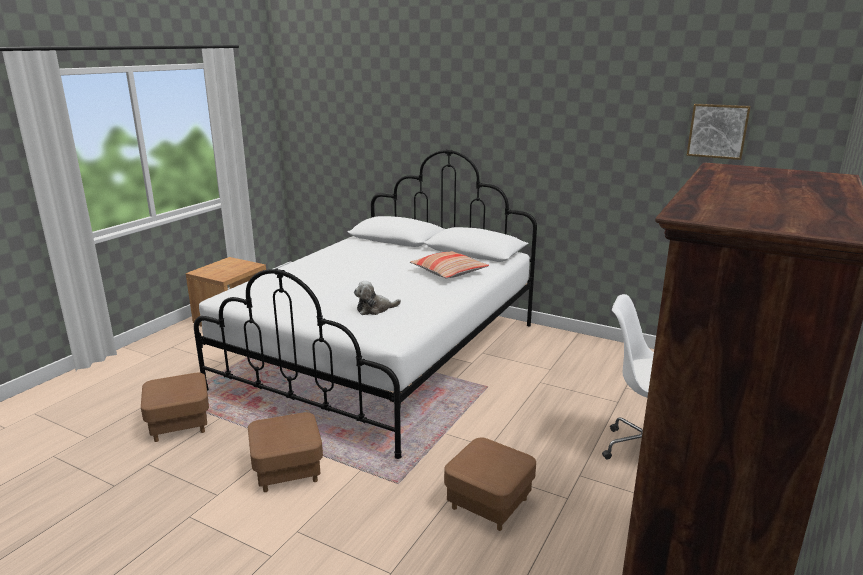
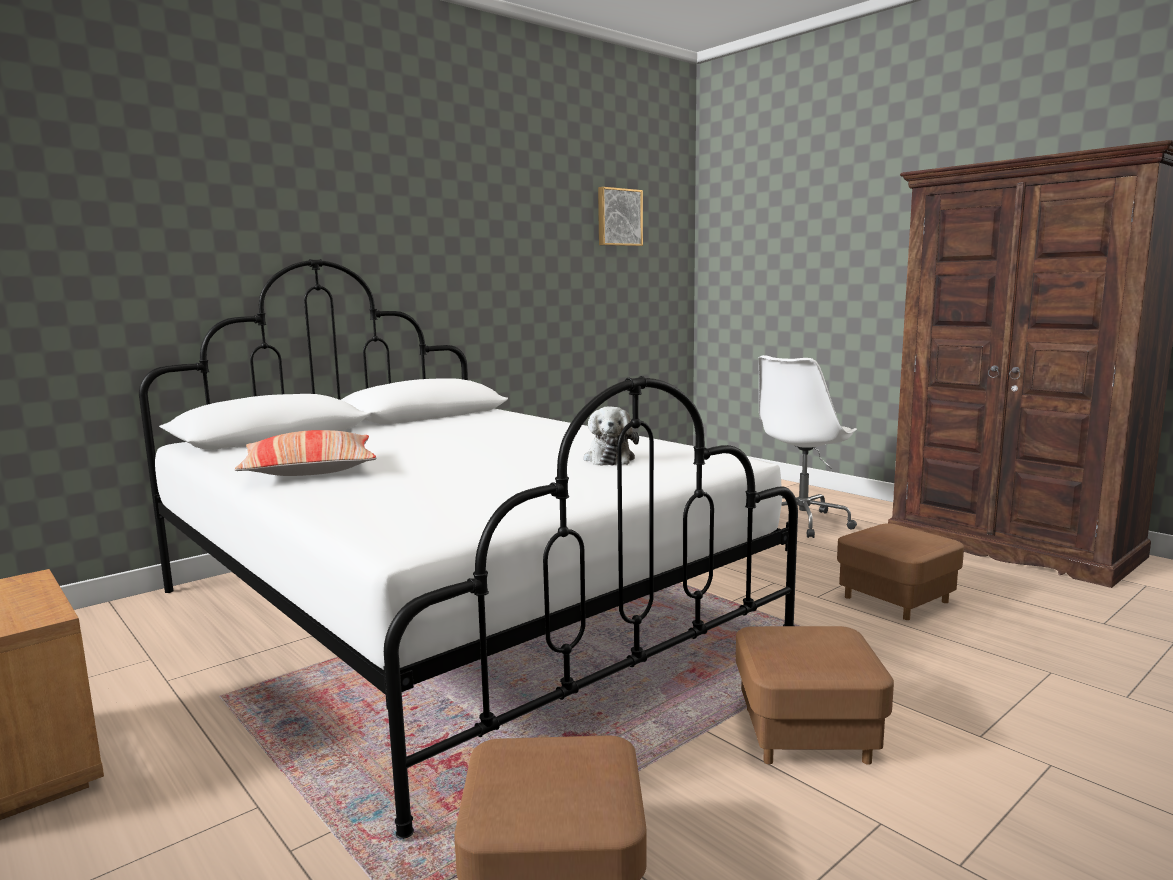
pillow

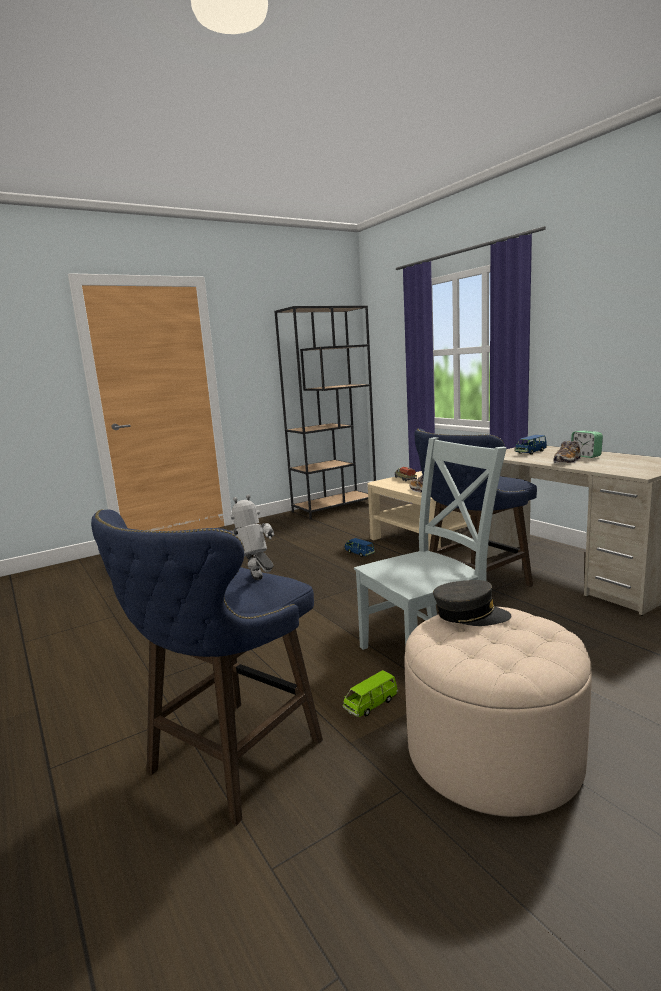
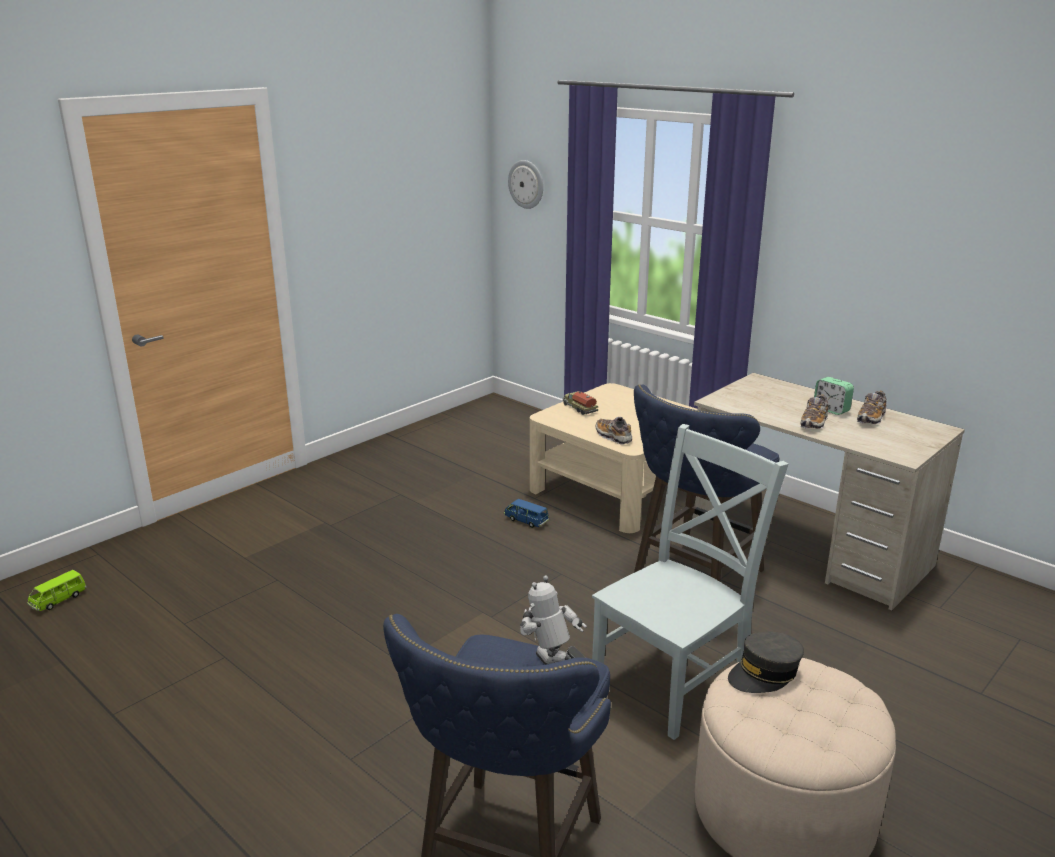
bookshelf
miniature car (bluish) (no. 2 from left in the first image)
hanging clock
low shoe (no. 3 from left)
miniature car (green)
cap (gray)

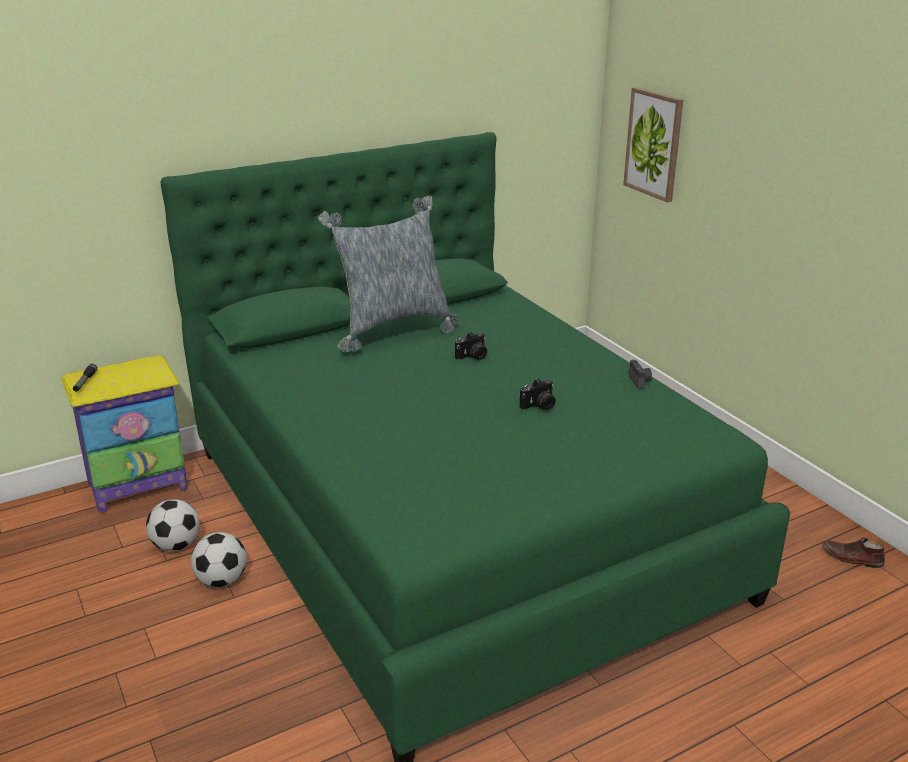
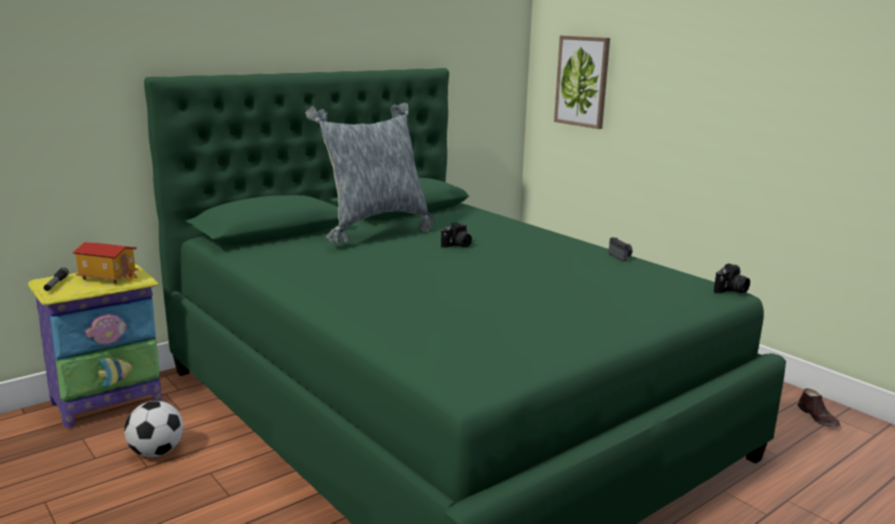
ball for football (no. 2 from left in the first image)
miniature house
photo camera (no. 3 from left)
low shoe (brown)

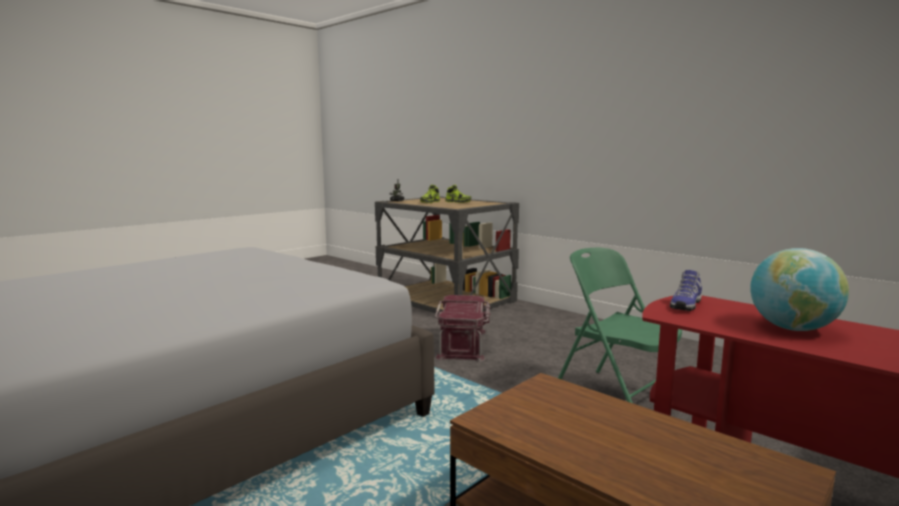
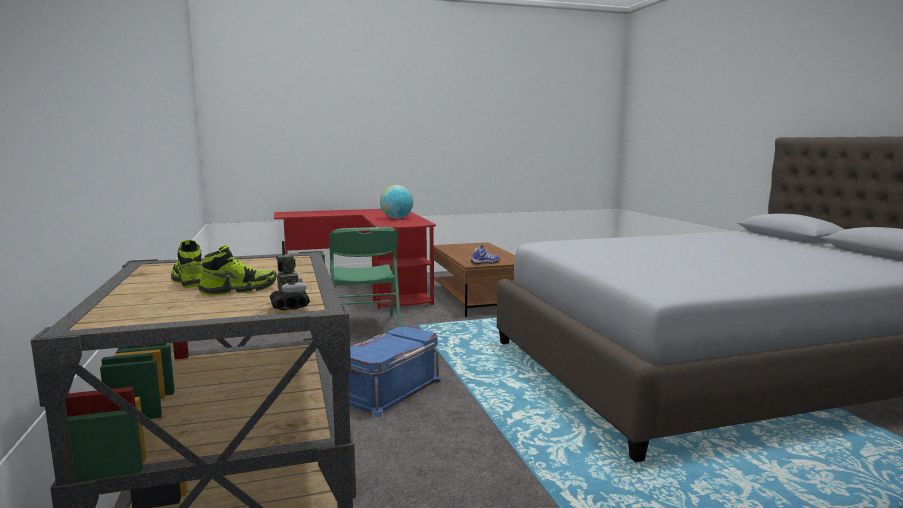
low shoe (no. 3 from left)
storage container (bluish)

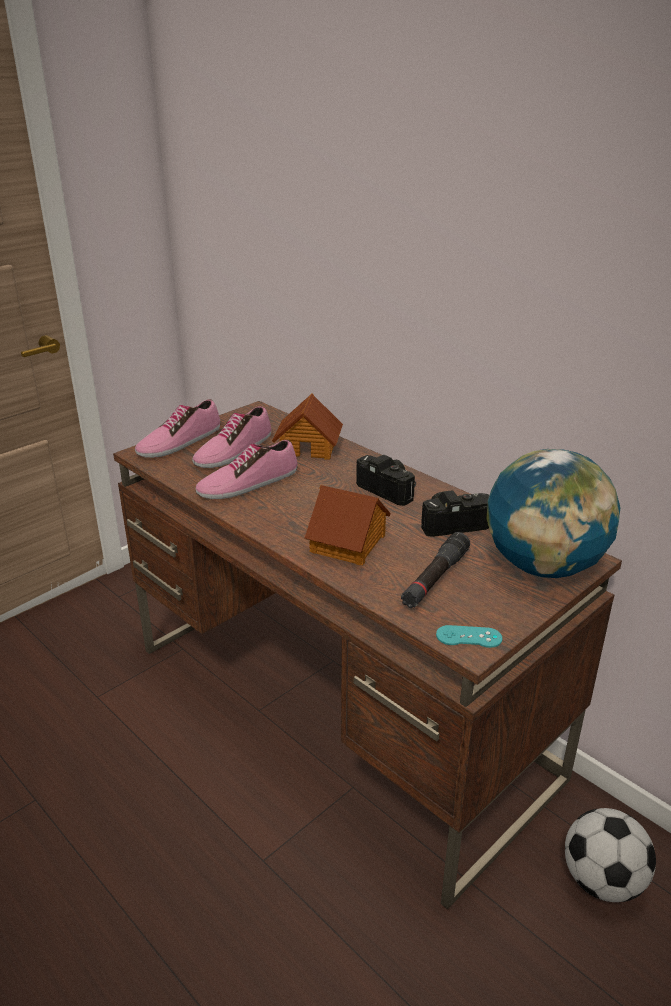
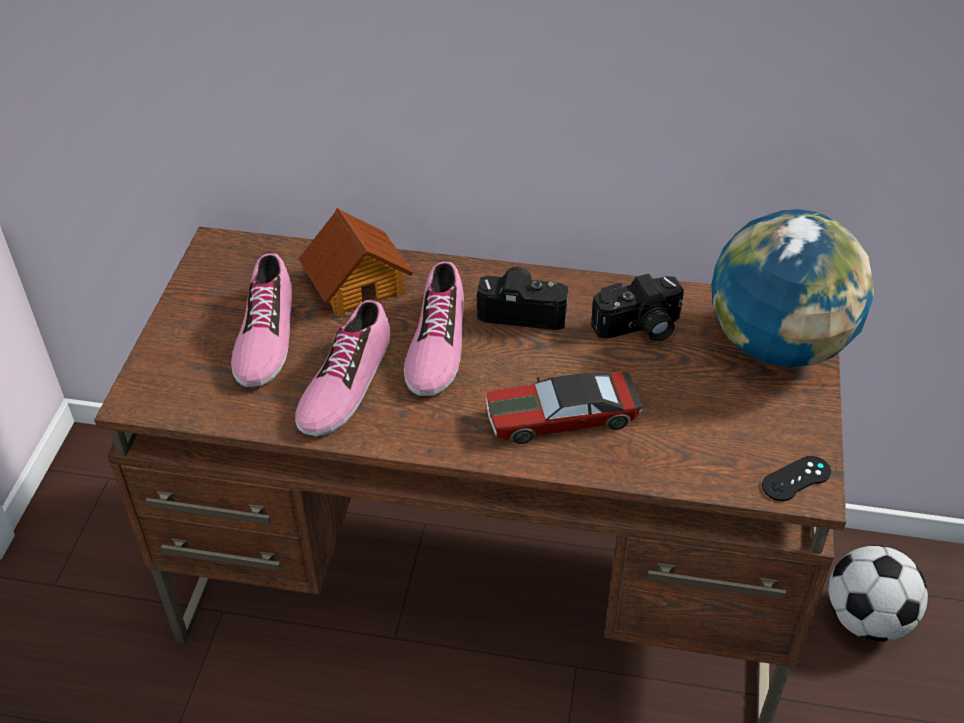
flashlight (black-coloured)
low shoe (no. 3 from left)
miniature car
joypad (black-coloured)
photo camera (no. 2 from left)

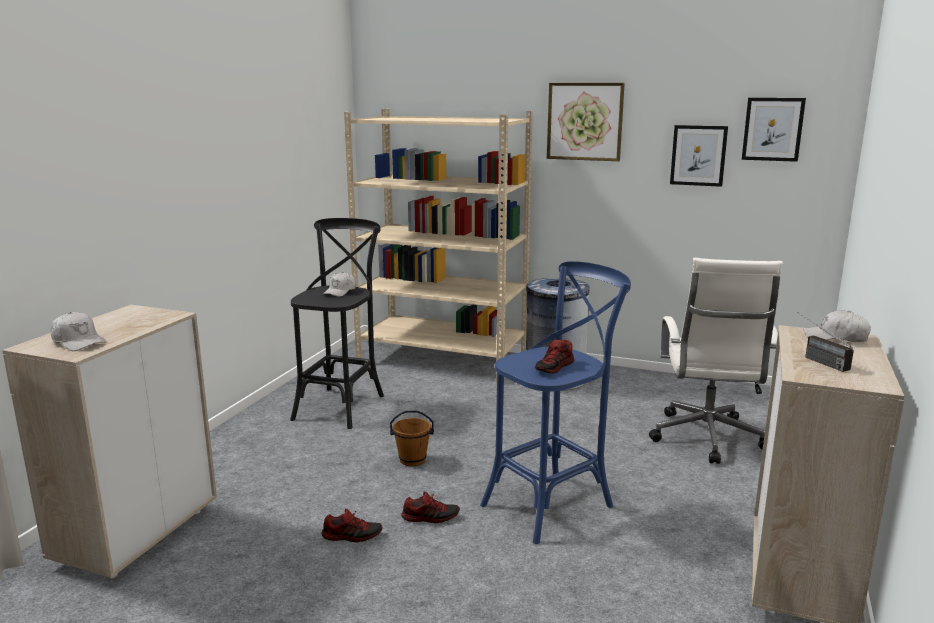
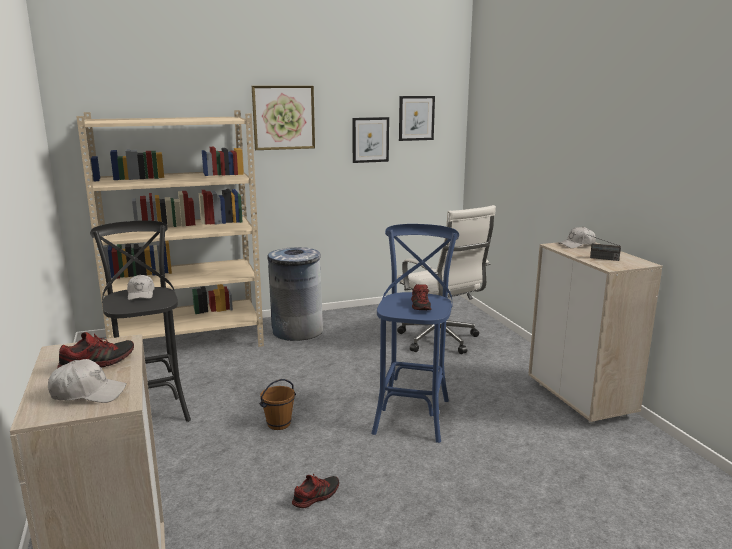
low shoe (no. 1 from left)

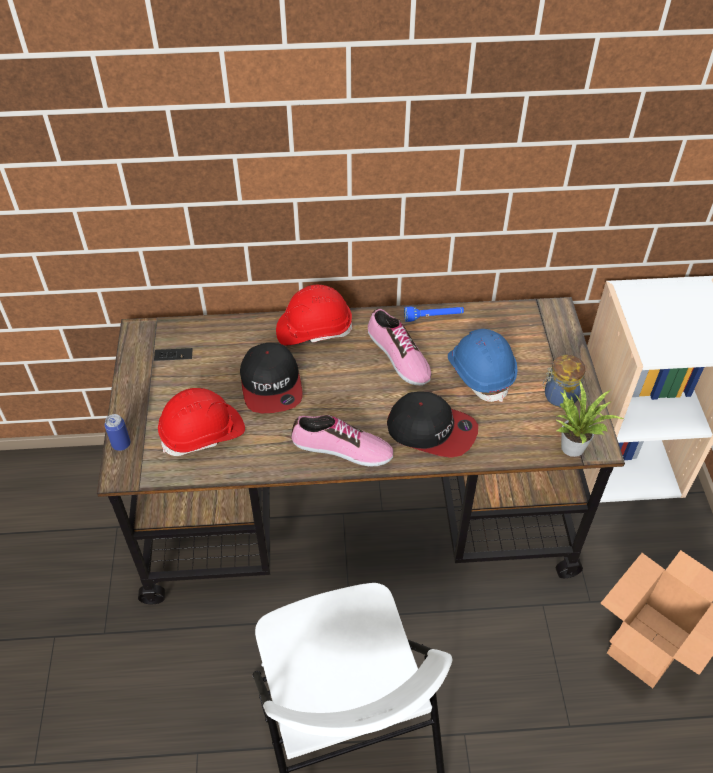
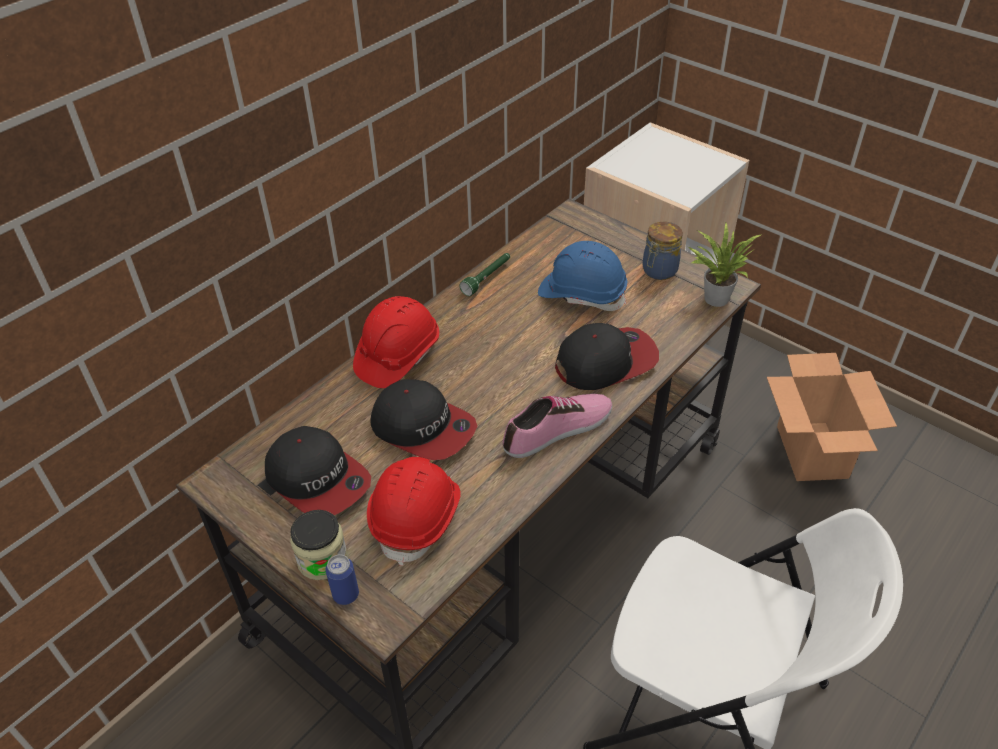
low shoe (no. 2 from left in the first image)
cap (no. 1 from left)
storage jar (no. 1 from left)
flashlight (green)

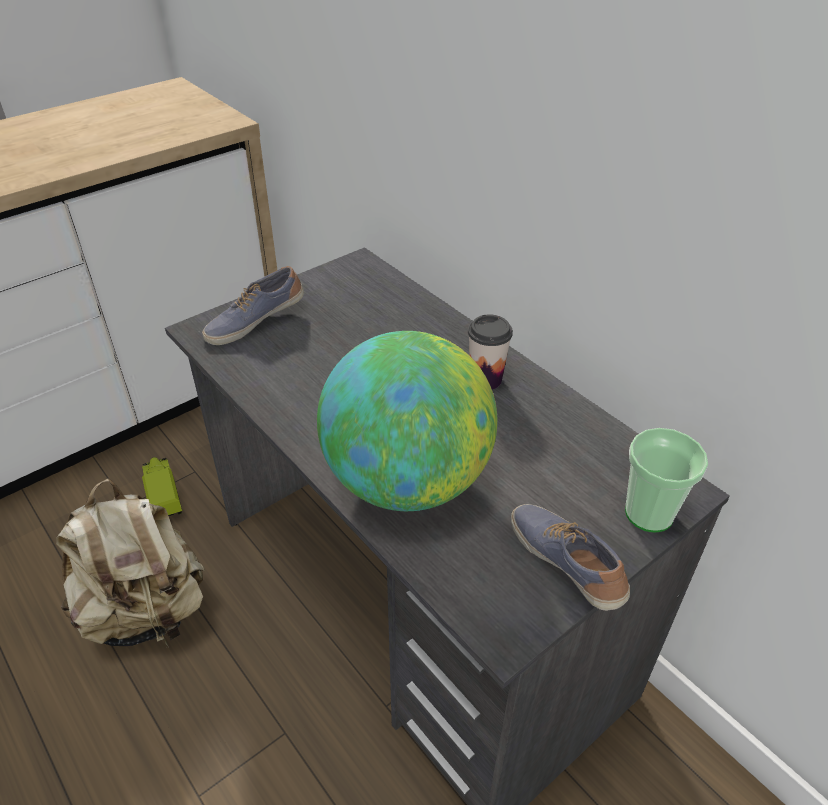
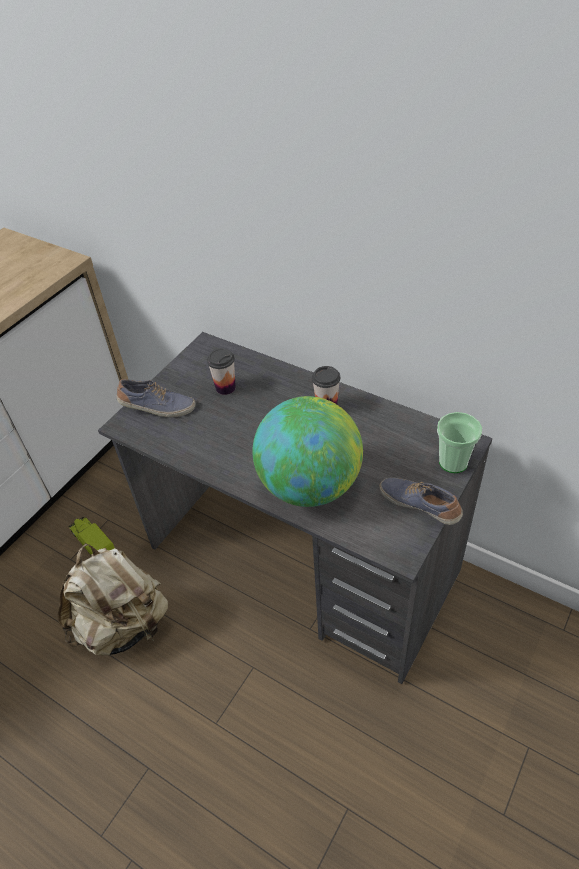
small cup (no. 1 from left)
low shoe (no. 1 from left)

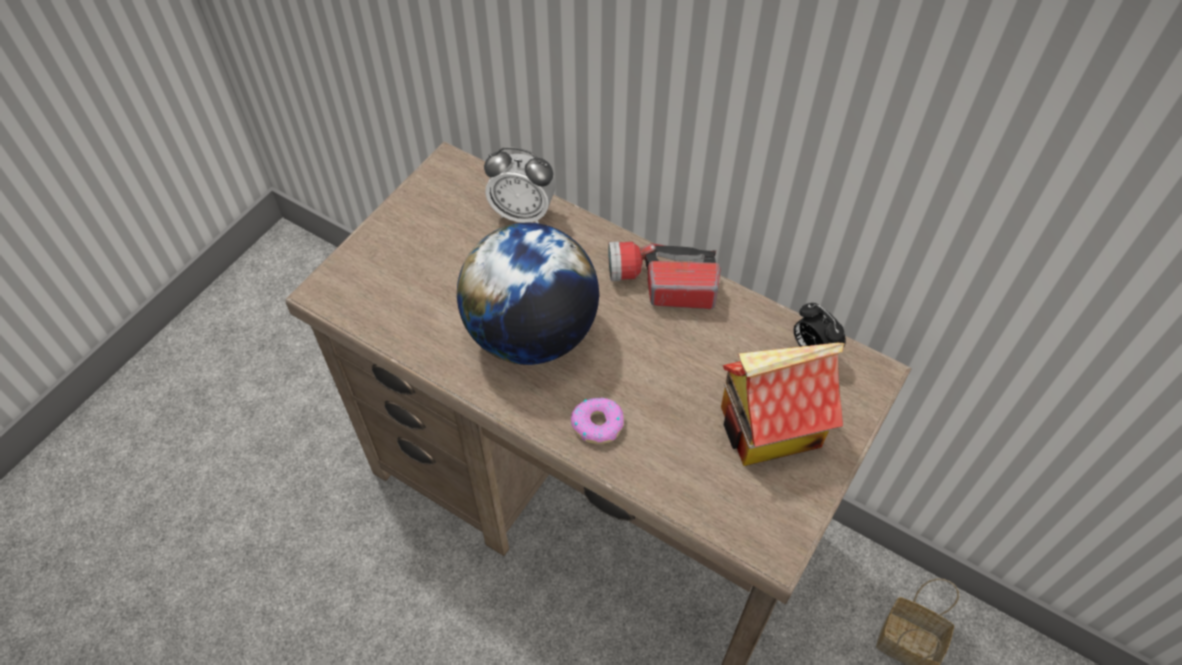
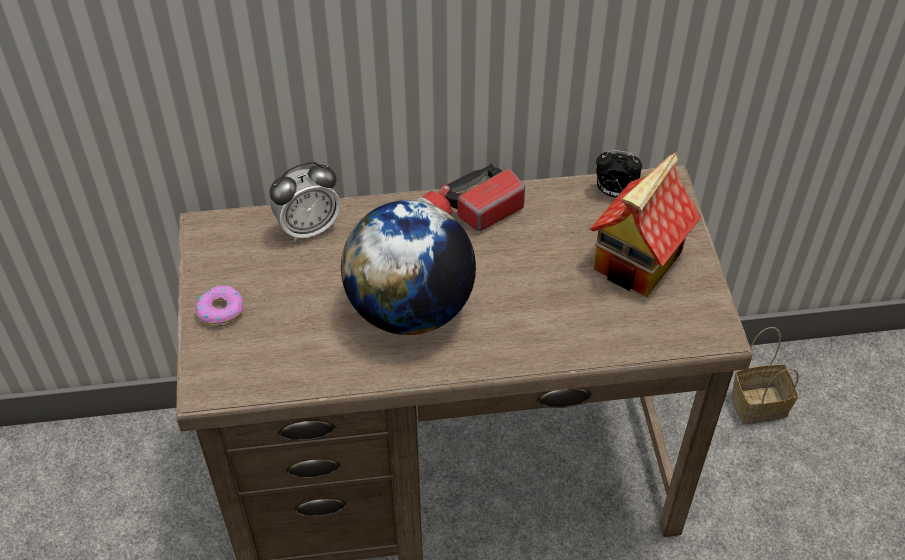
ring doughnut

